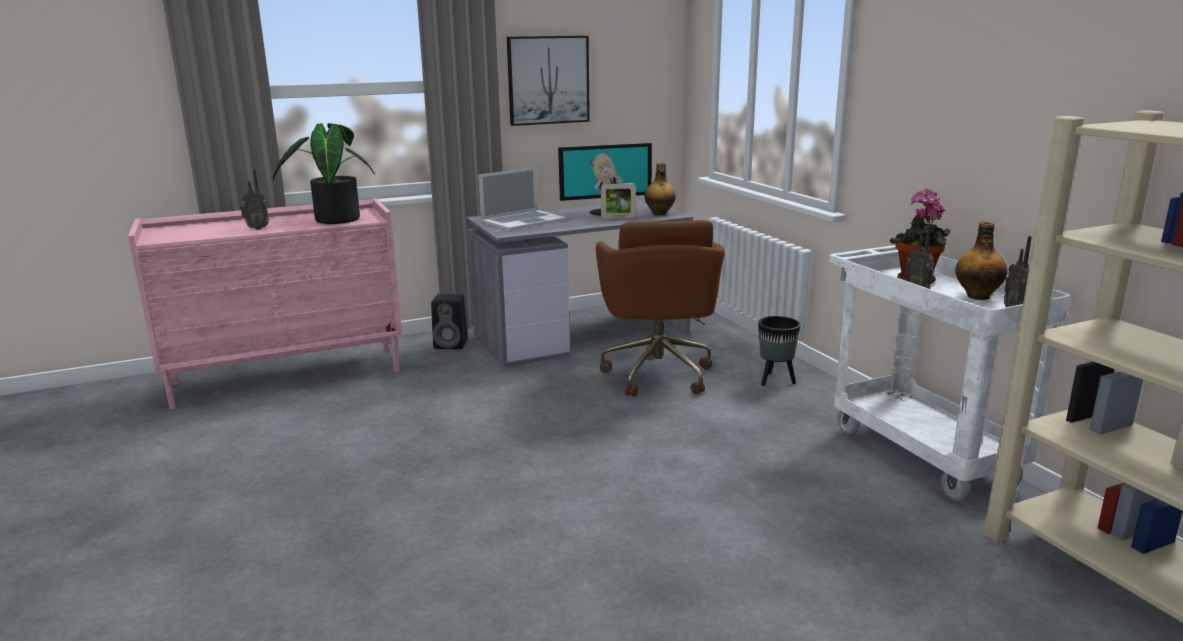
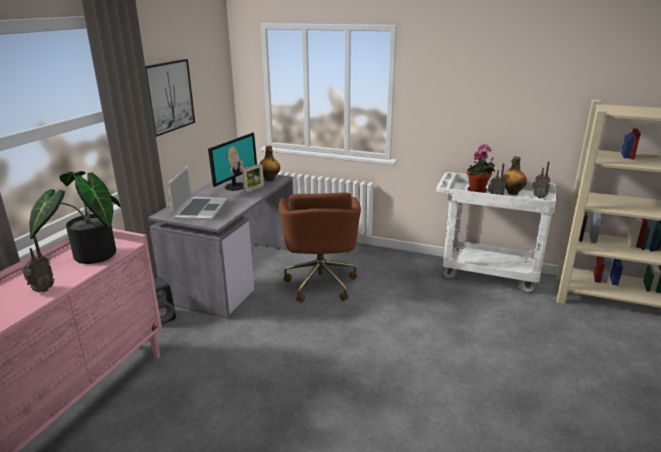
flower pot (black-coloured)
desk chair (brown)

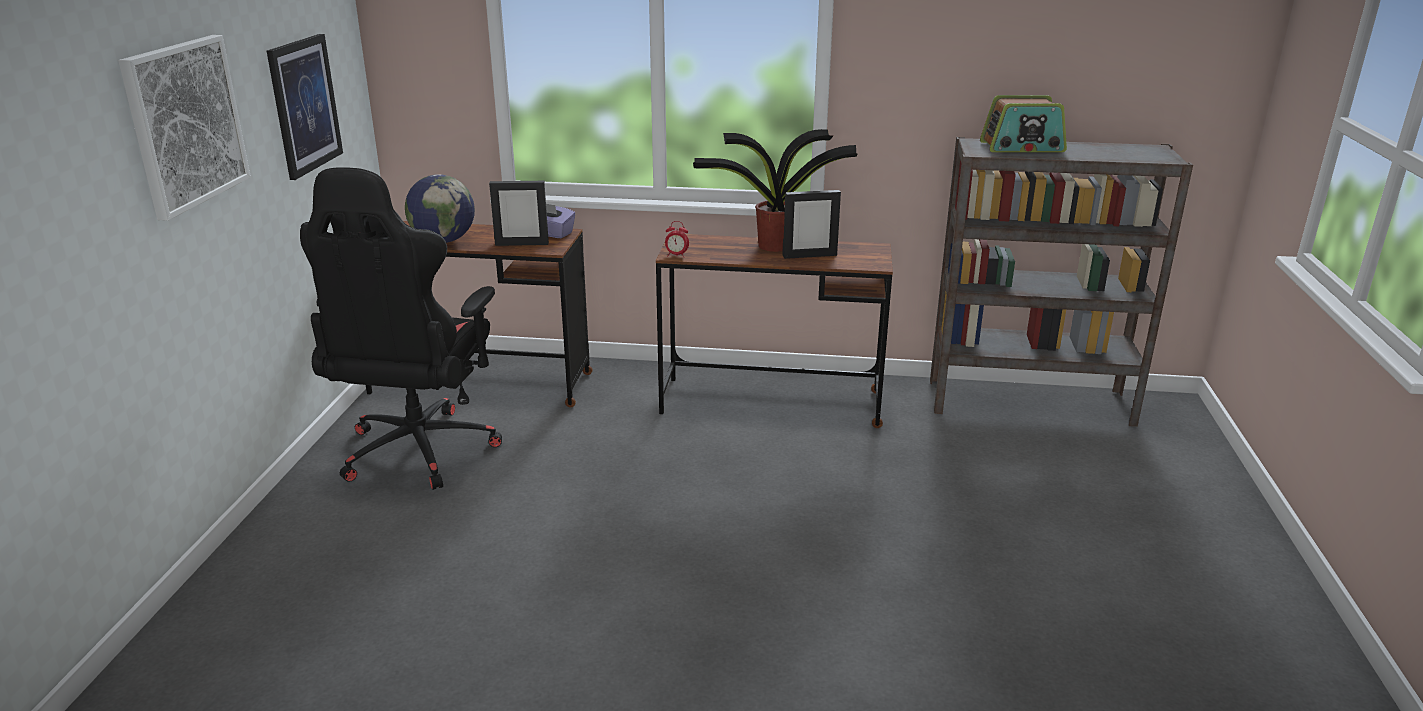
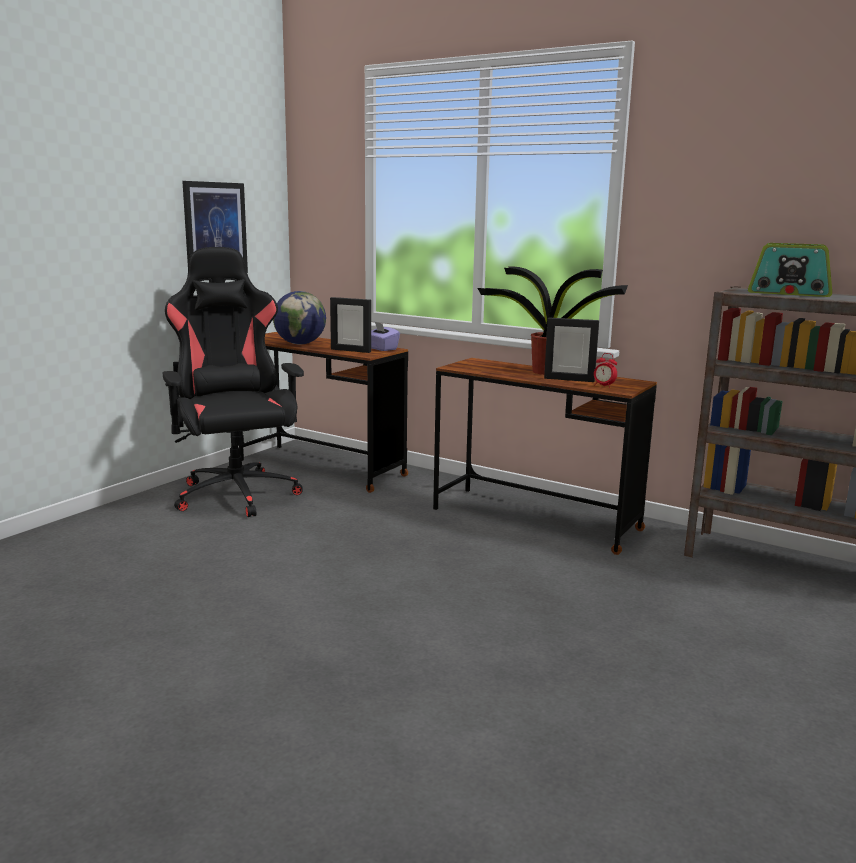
picture (no. 1 from left in the first image)
alarm clock
desk chair (black-coloured)

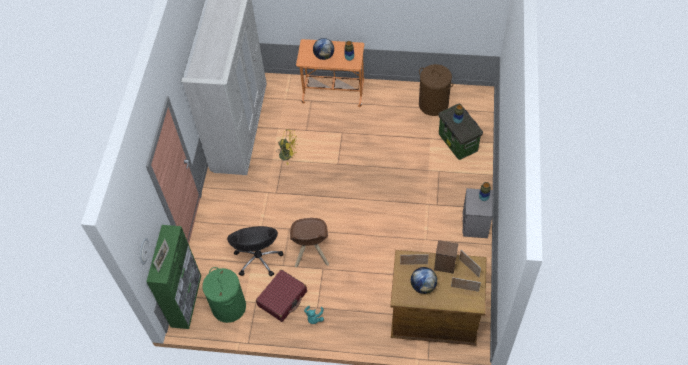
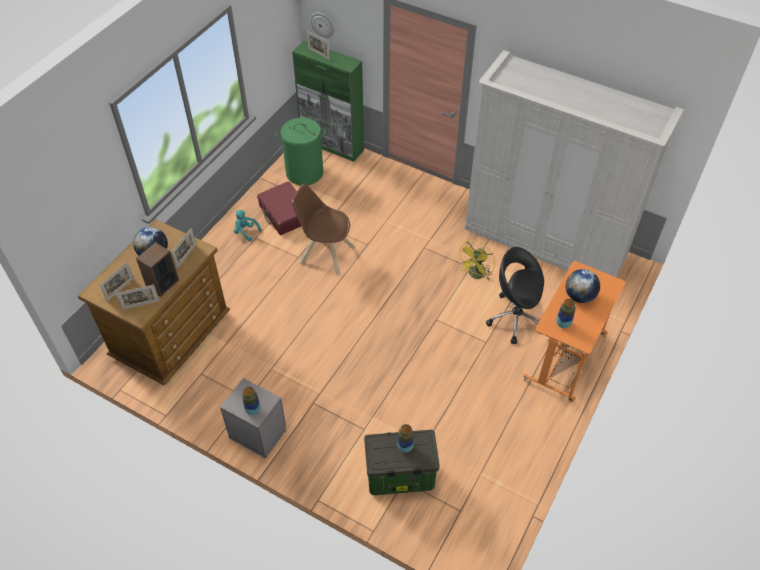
laundry basket (brown)
desk chair (black-coloured)

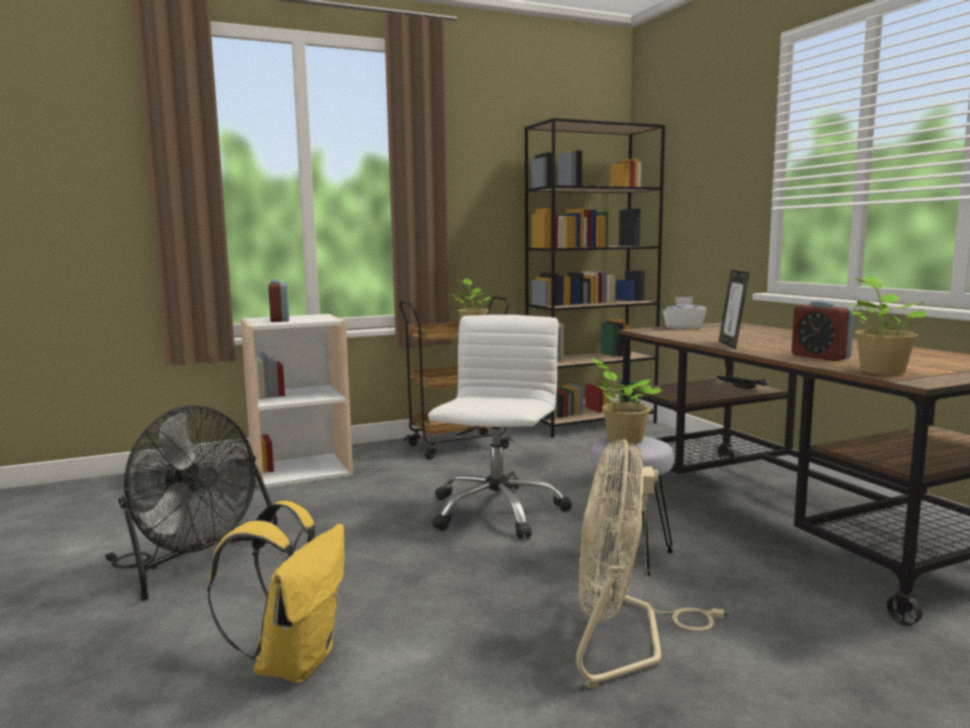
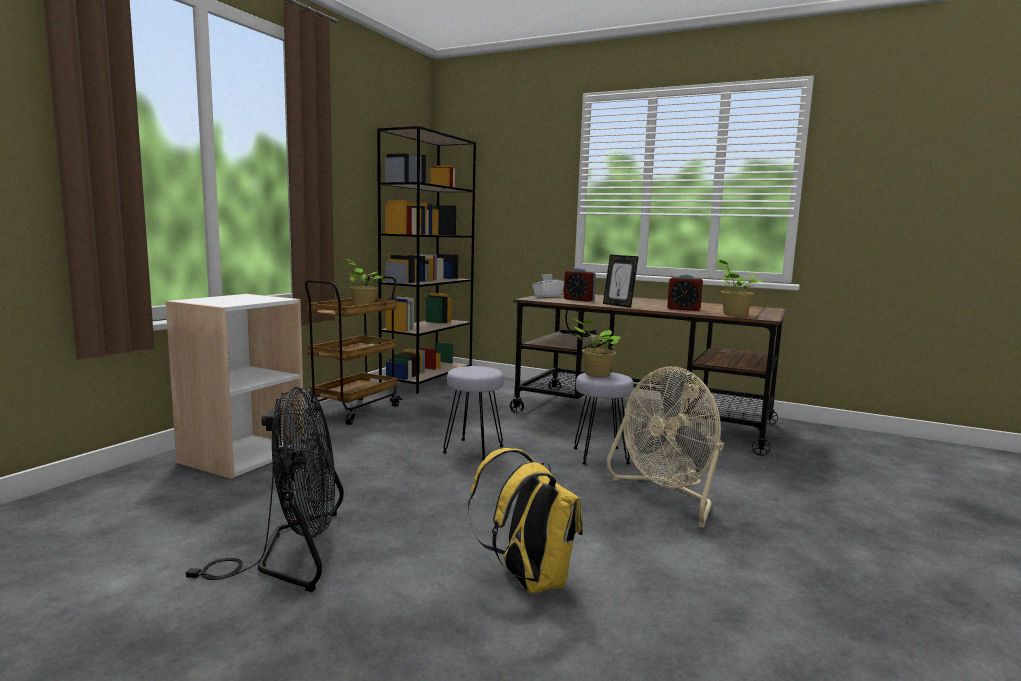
alarm clock (no. 1 from left)
sitting stool (gray) (no. 1 from left)

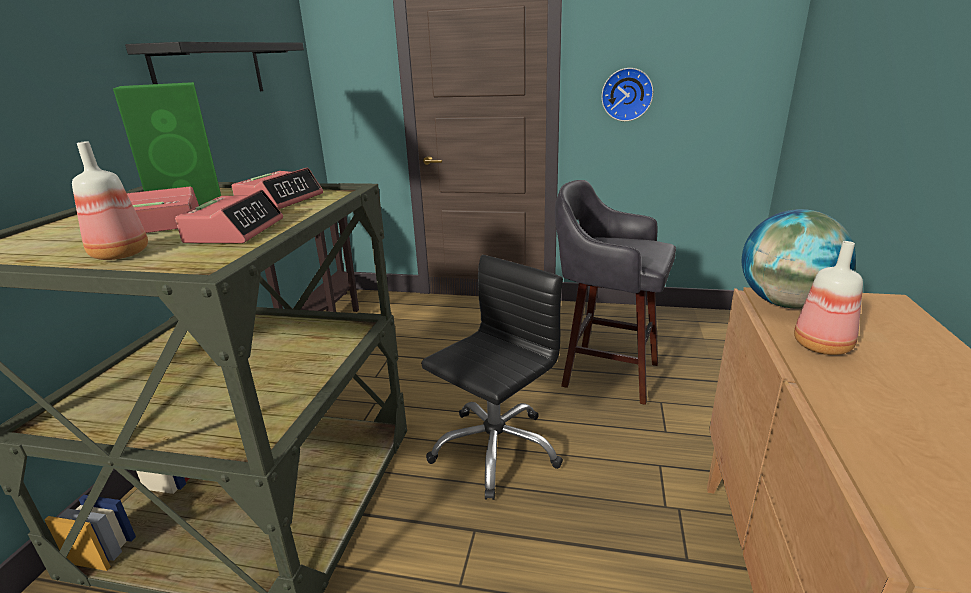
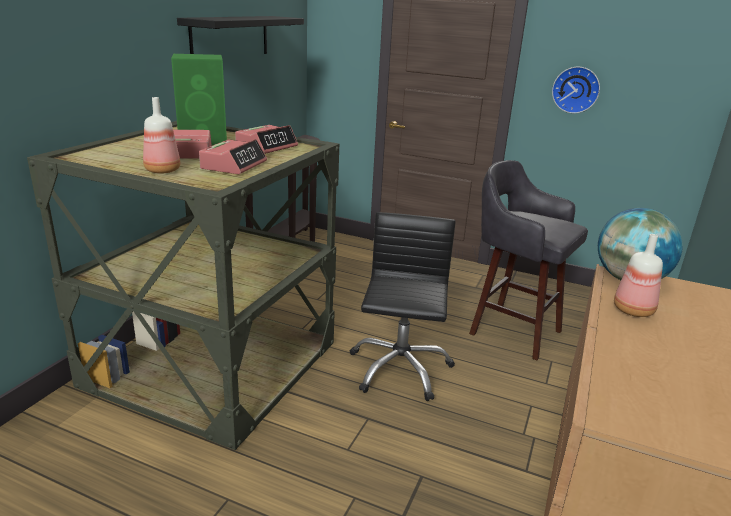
desk chair (black-coloured)

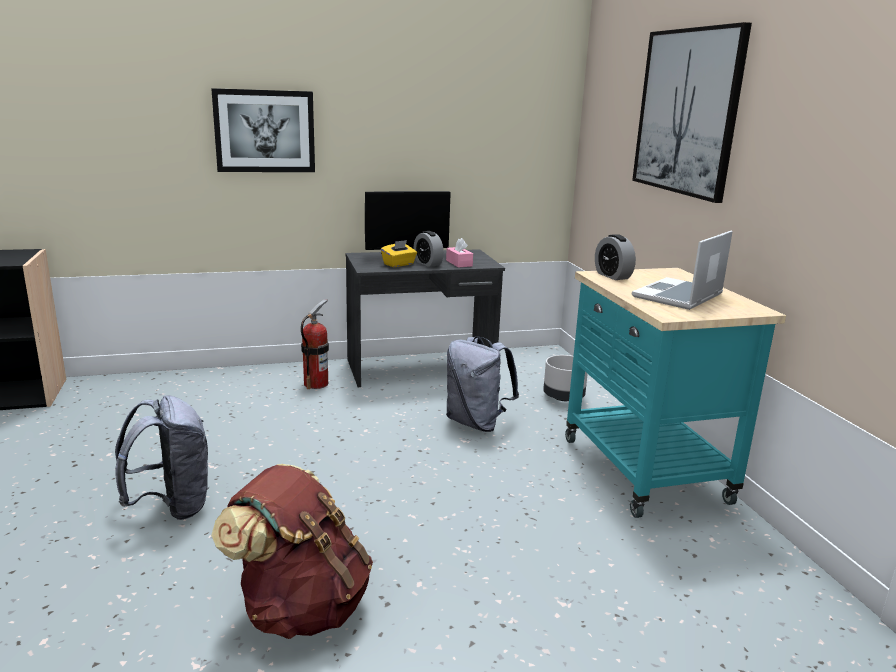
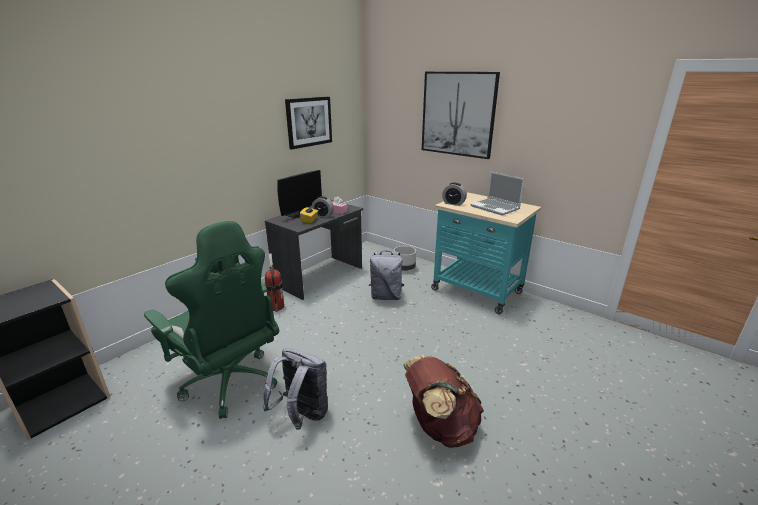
desk chair (green)
picture (no. 1 from left)
notebook computer

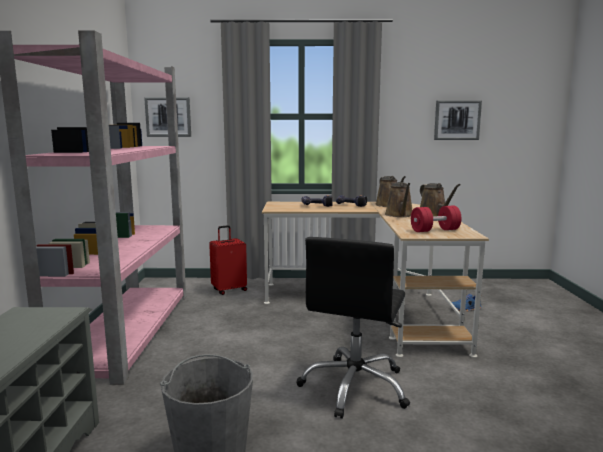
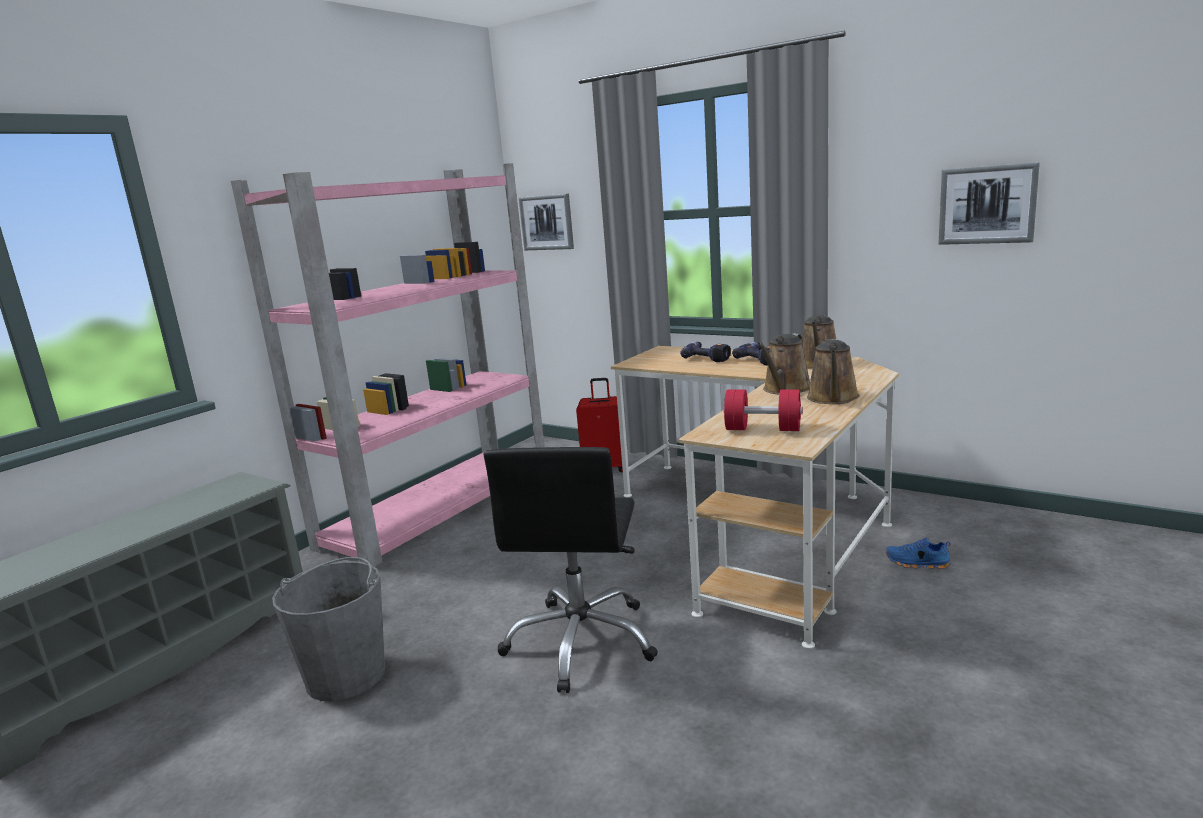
desk chair (black-coloured)

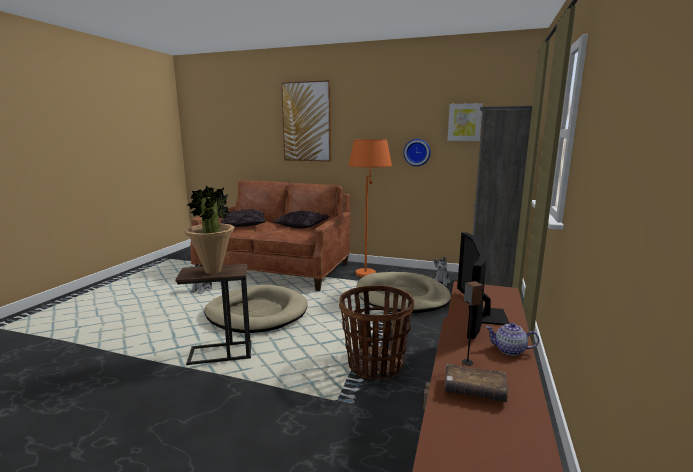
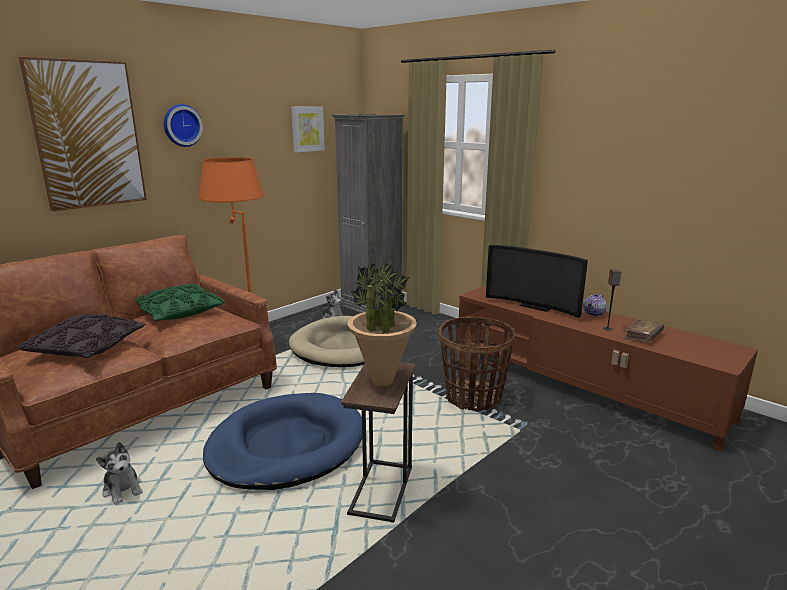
hanging clock
pet bed (bluish)
pillow (green)

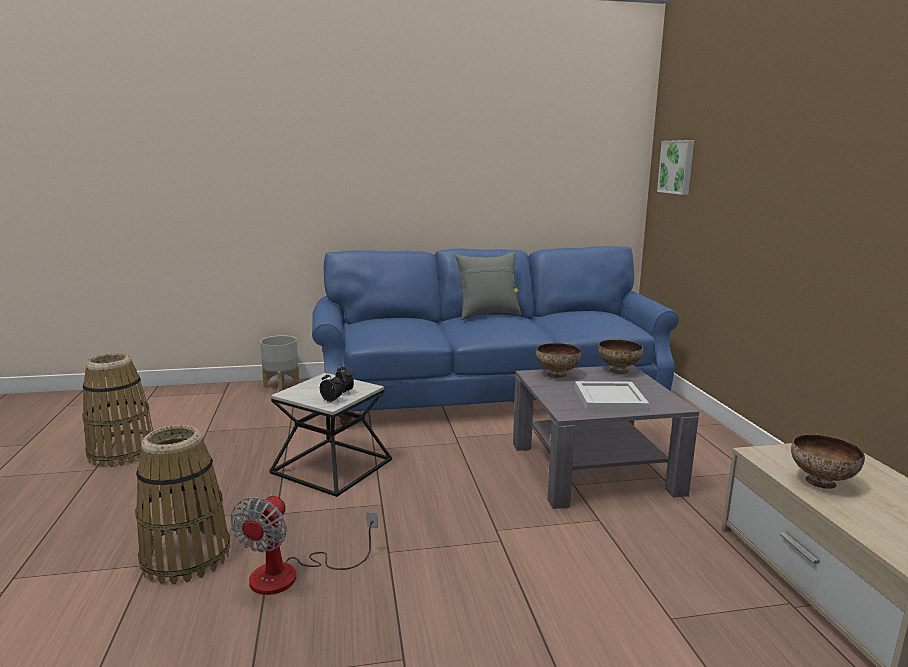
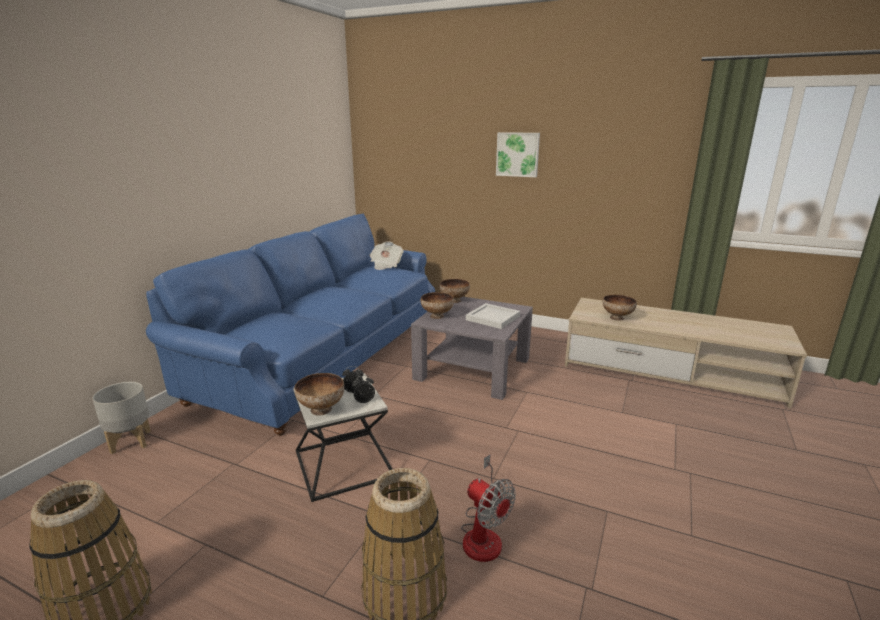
pillow (gray)
serving bowl (no. 1 from left)
newspaper
picture

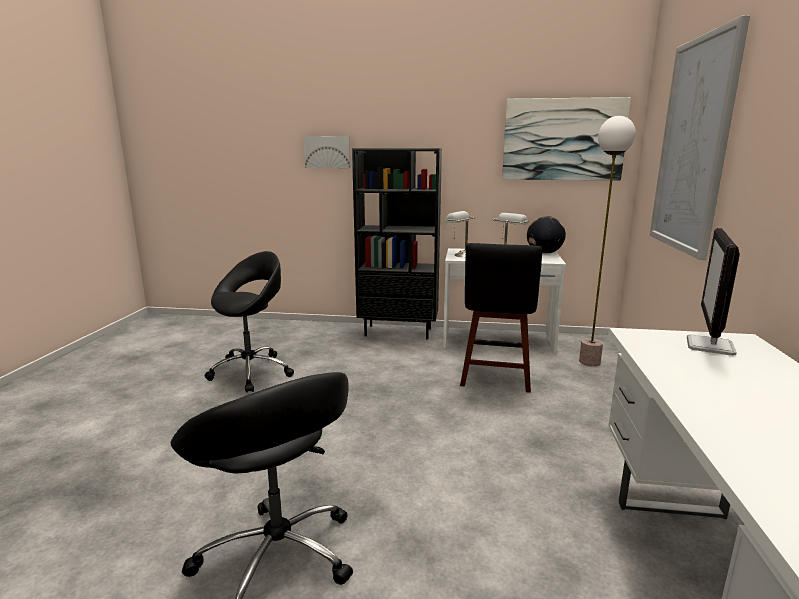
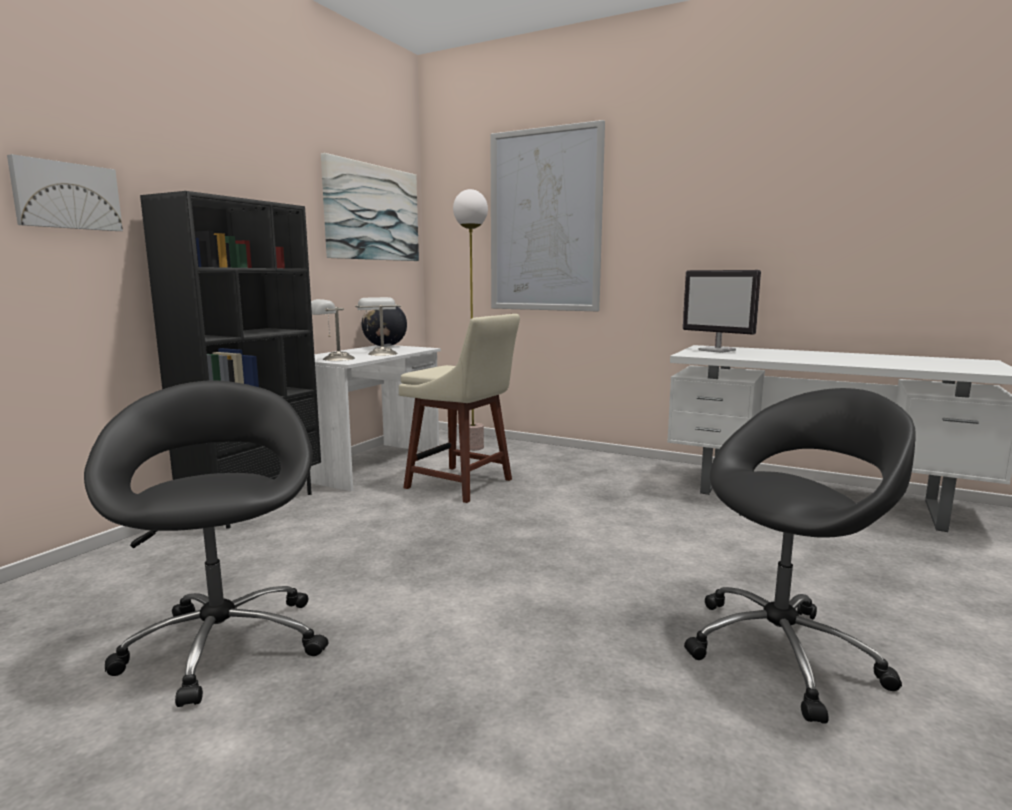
sitting stool (sand-coloured)

